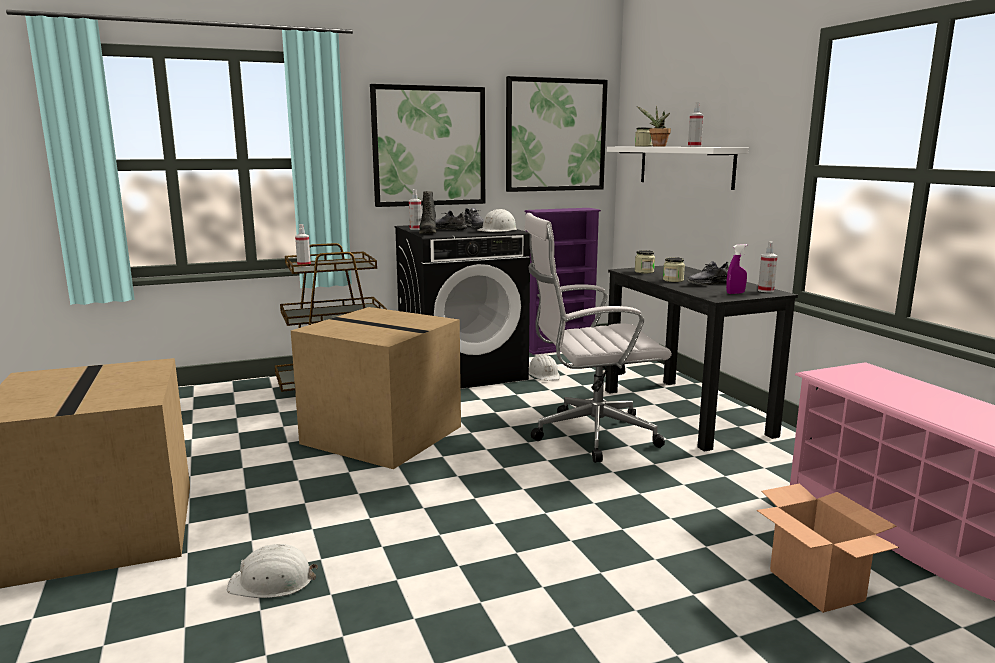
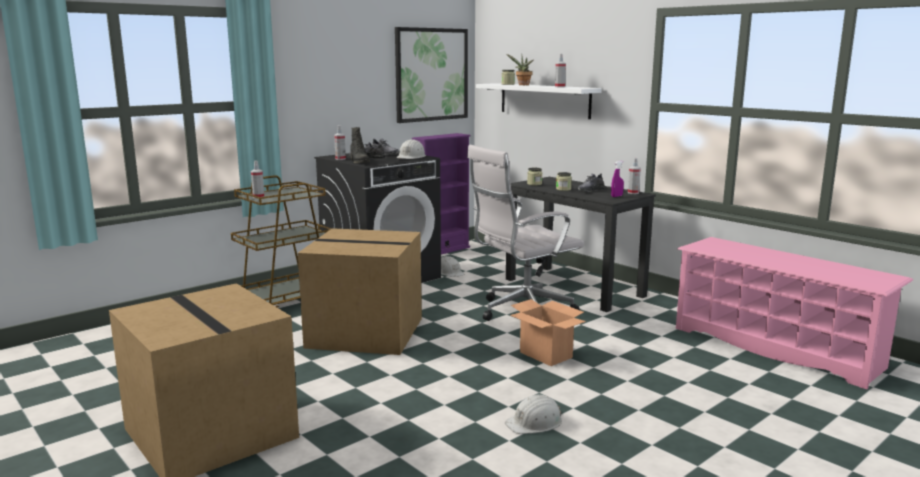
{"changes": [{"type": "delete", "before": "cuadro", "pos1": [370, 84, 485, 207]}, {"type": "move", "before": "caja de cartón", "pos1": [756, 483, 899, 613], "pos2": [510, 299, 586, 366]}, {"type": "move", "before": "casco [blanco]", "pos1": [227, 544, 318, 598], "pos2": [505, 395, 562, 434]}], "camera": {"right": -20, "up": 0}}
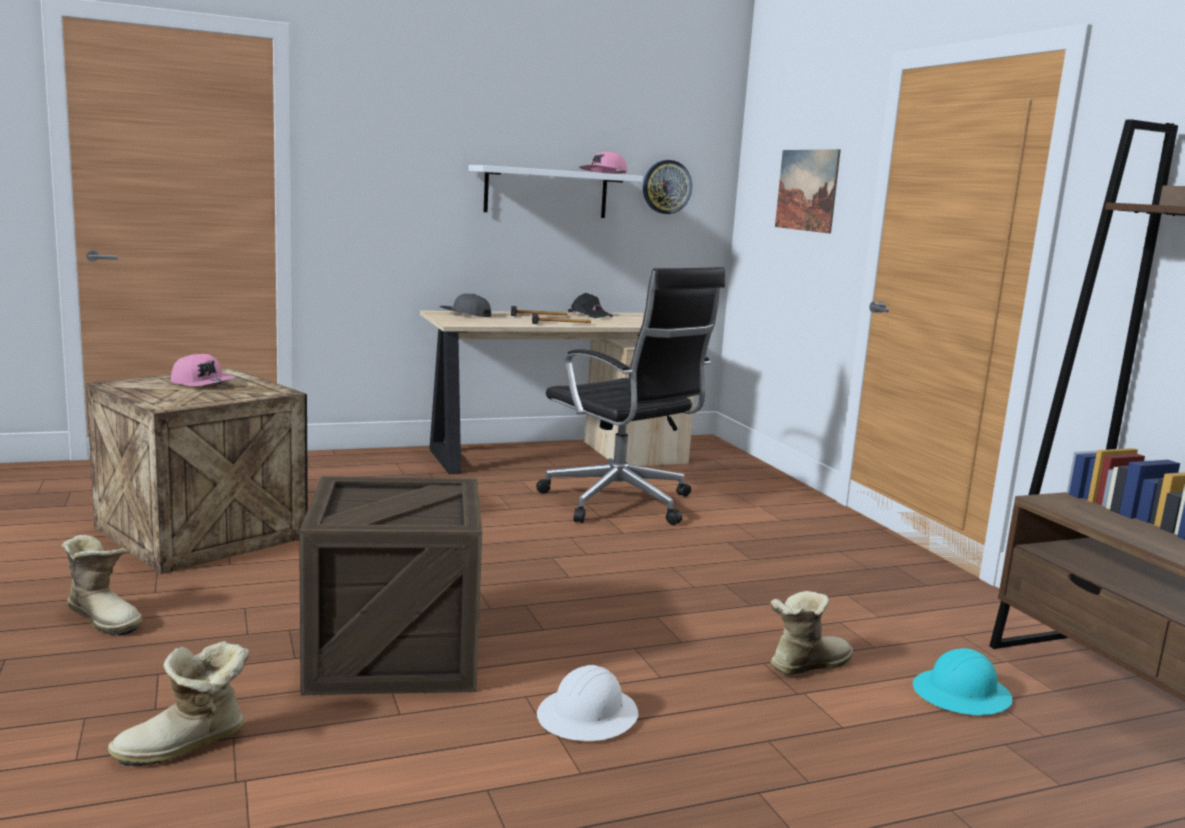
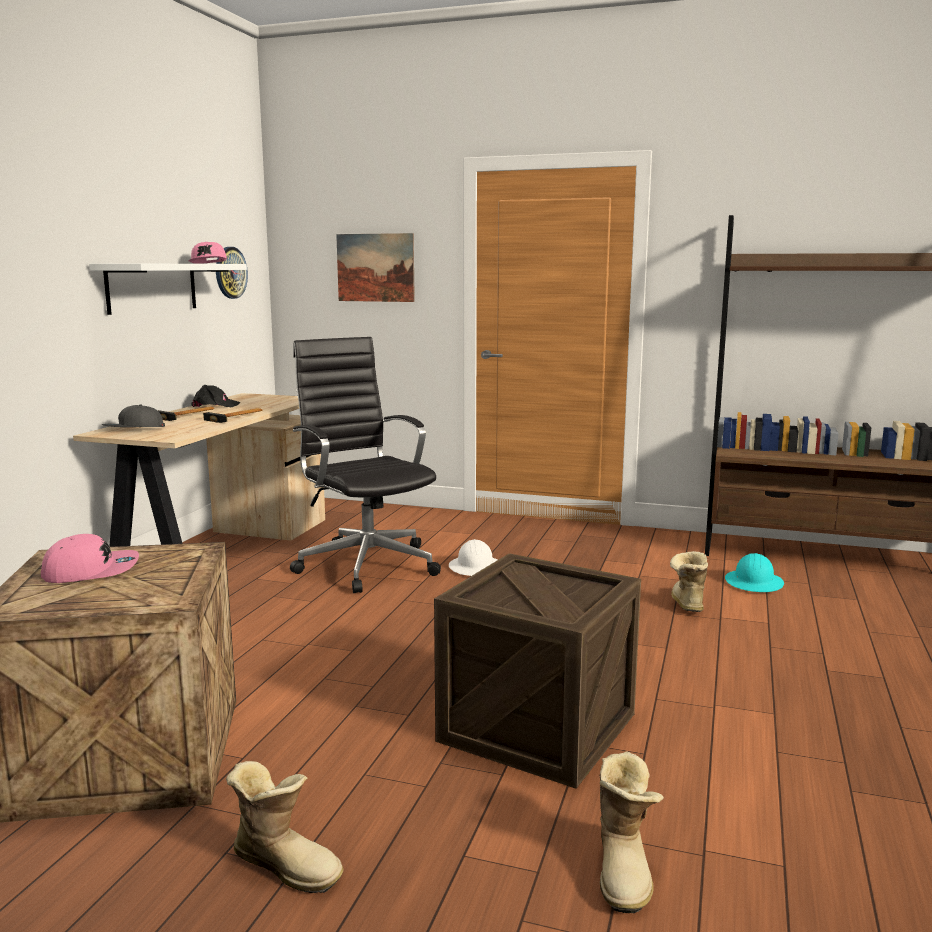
{"changes": [{"type": "rotate", "before": "silla de oficina [negro]", "pos1": [536, 267, 725, 525], "pos2": [290, 337, 441, 593], "turn": -120}, {"type": "rotate", "before": "bota", "pos1": [61, 535, 143, 636], "pos2": [226, 761, 344, 893], "turn": 45}, {"type": "move", "before": "casco [blanco]", "pos1": [537, 665, 638, 741], "pos2": [449, 539, 498, 576]}], "camera": {"right": -50, "up": 0}}
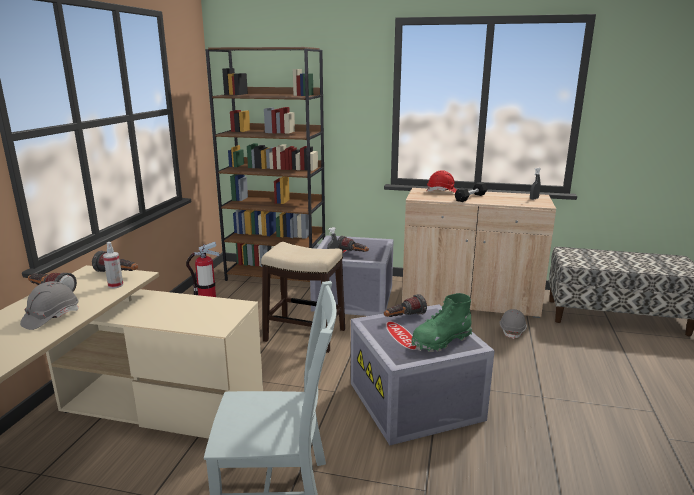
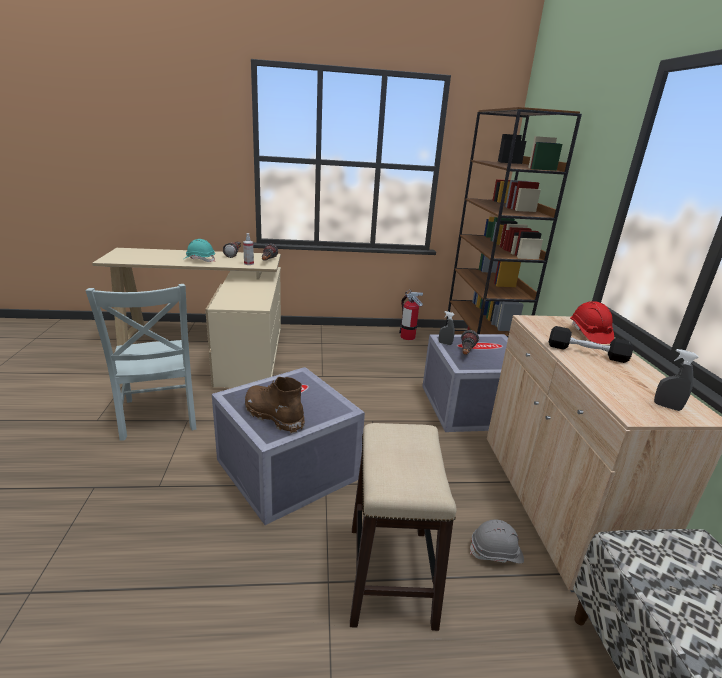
{"changes": [{"type": "move", "before": "taburete", "pos1": [261, 242, 345, 353], "pos2": [350, 423, 457, 631]}, {"type": "recolor", "before": "casco [gris]", "after": "casco [turquesa]", "pos1": [20, 281, 79, 330], "pos2": [184, 239, 215, 262]}, {"type": "recolor", "before": "bota [verde]", "after": "bota [marrón]", "pos1": [411, 293, 472, 352], "pos2": [245, 377, 305, 434]}, {"type": "delete", "before": "linterna", "pos1": [384, 294, 427, 317]}], "camera": {"right": 70, "up": 5}}
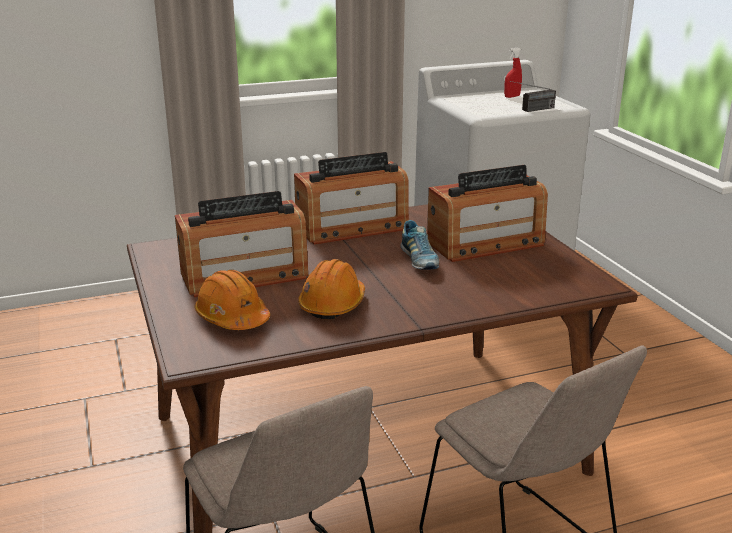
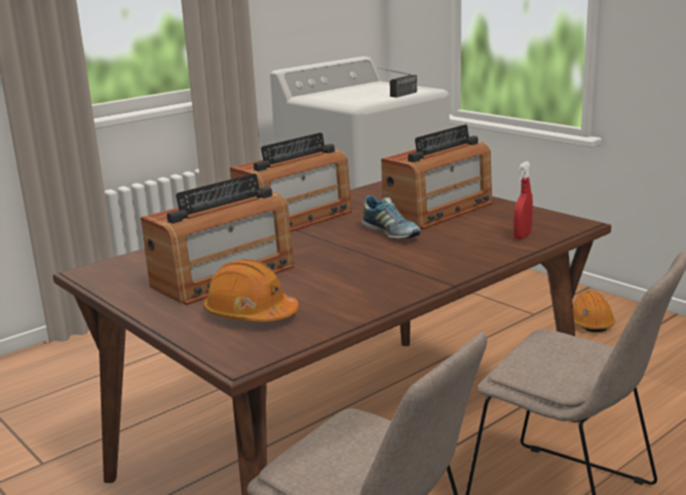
{"changes": [{"type": "move", "before": "pulverizador [rojo]", "pos1": [504, 47, 522, 98], "pos2": [513, 162, 533, 239]}, {"type": "move", "before": "casco [naranja]", "pos1": [298, 259, 365, 320], "pos2": [573, 291, 615, 332]}], "camera": {"right": -20, "up": -5}}
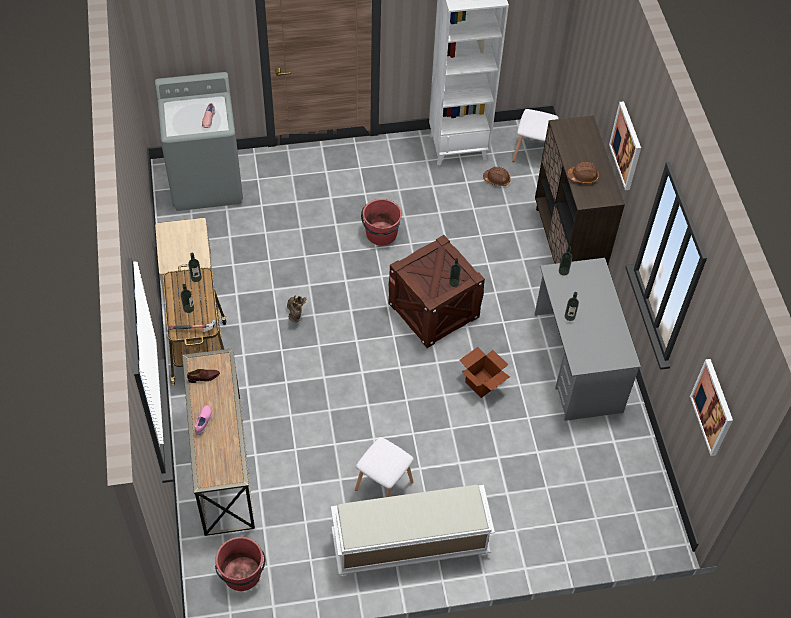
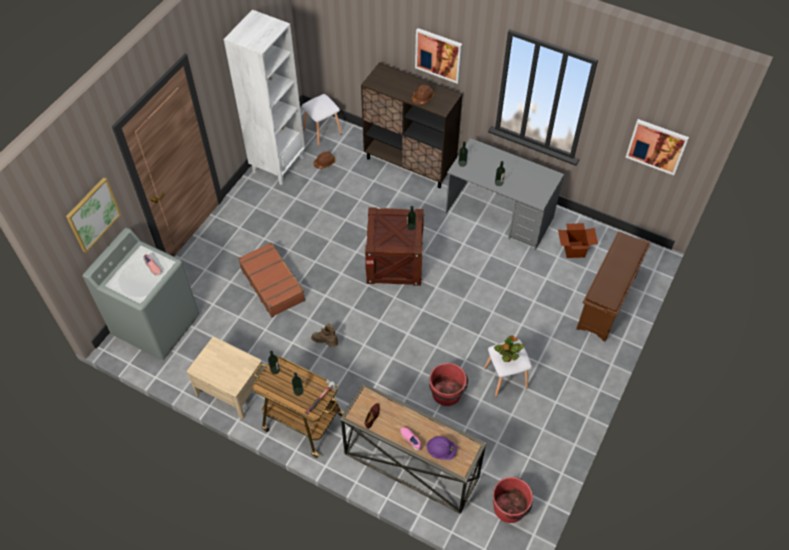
{"changes": [{"type": "move", "before": "cubo [rojo]", "pos1": [361, 199, 402, 246], "pos2": [429, 363, 468, 406]}, {"type": "move", "before": "caja de cartón", "pos1": [459, 347, 510, 398], "pos2": [558, 223, 598, 258]}, {"type": "delete", "before": "banco [blanco]", "pos1": [331, 485, 495, 577]}, {"type": "insert", "after": "cuadro", "pos2": [66, 177, 121, 253]}, {"type": "insert", "after": "zapatero [marrón]", "pos2": [577, 232, 651, 342]}, {"type": "insert", "after": "maleta [marrón]", "pos2": [238, 242, 305, 317]}, {"type": "insert", "after": "planta en maceta", "pos2": [494, 335, 524, 362]}, {"type": "insert", "after": "casco [morado]", "pos2": [426, 436, 457, 460]}], "camera": {"right": -50, "up": 0}}
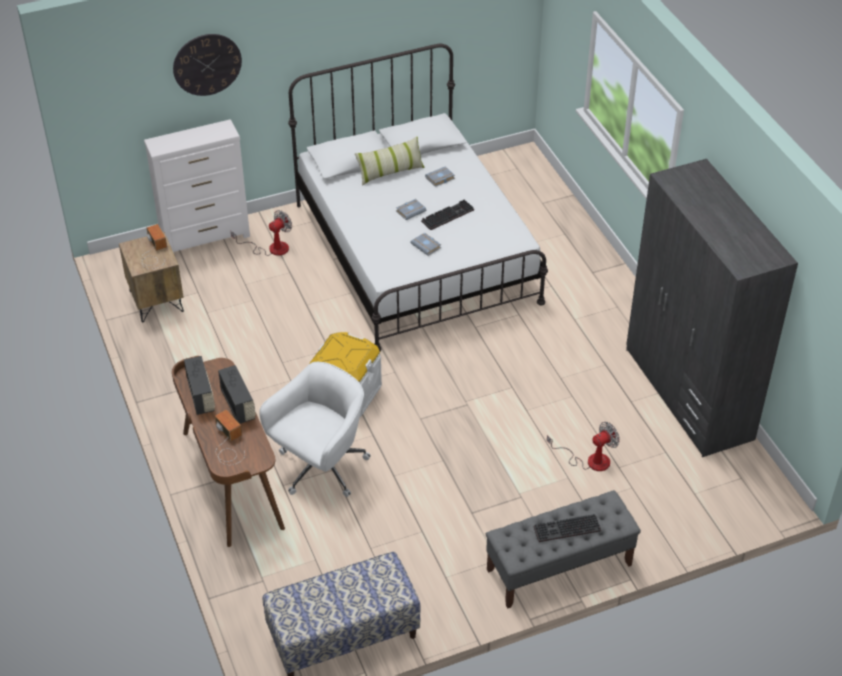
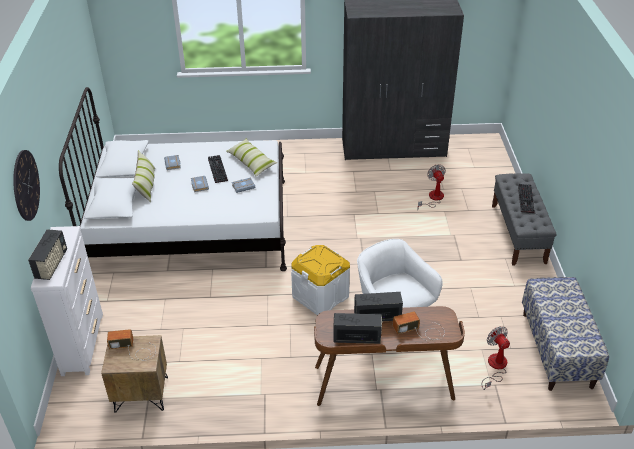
{"changes": [{"type": "move", "before": "ventilador", "pos1": [231, 210, 292, 256], "pos2": [482, 326, 510, 390]}, {"type": "insert", "after": "cojín", "pos2": [226, 138, 278, 176]}, {"type": "insert", "after": "radio", "pos2": [28, 229, 67, 280]}], "camera": {"right": -70, "up": -5}}
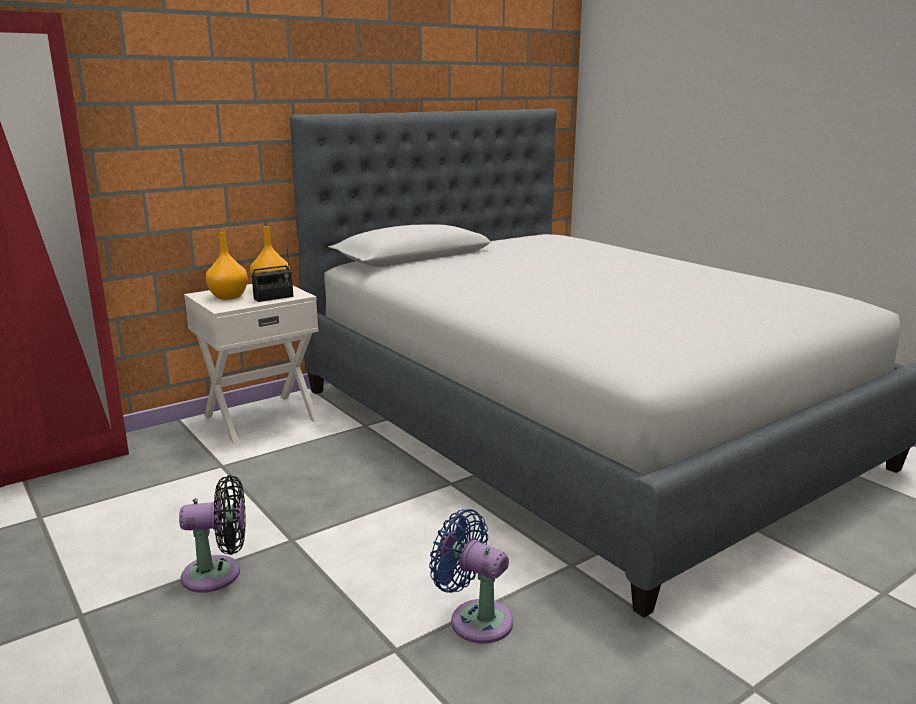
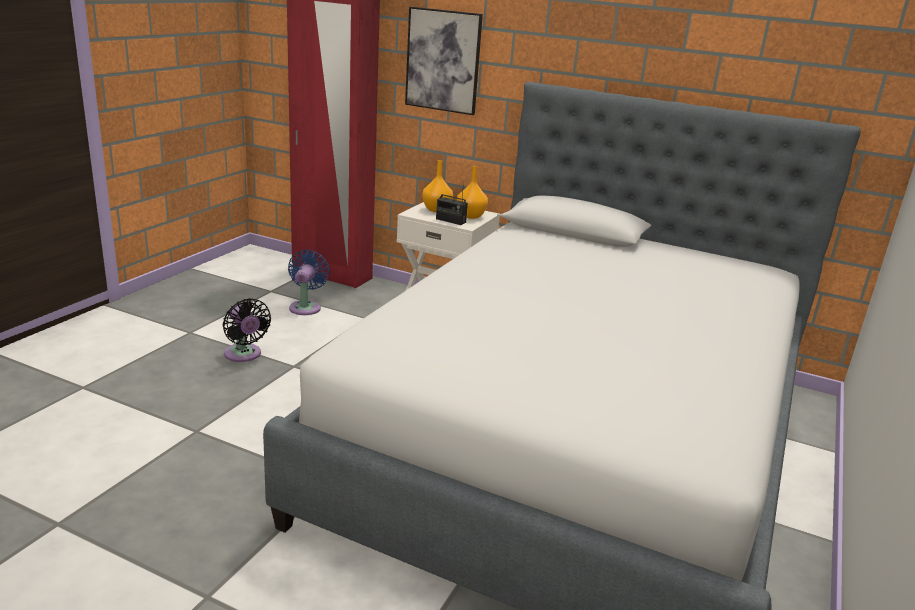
{"changes": [{"type": "move", "before": "ventilador [azul]", "pos1": [429, 509, 513, 643], "pos2": [288, 250, 330, 315]}, {"type": "insert", "after": "cuadro", "pos2": [405, 7, 483, 115]}], "camera": {"right": 60, "up": 5}}
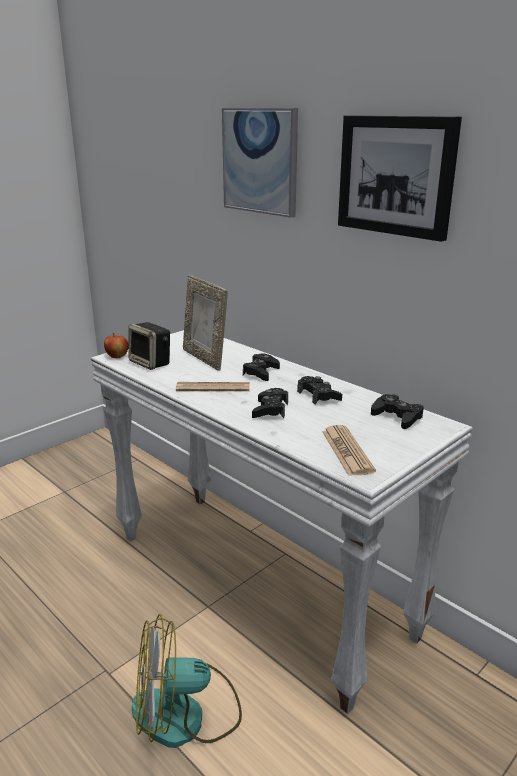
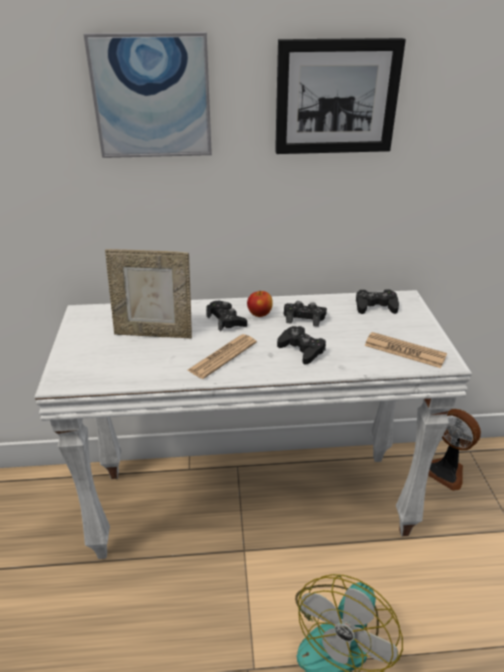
{"changes": [{"type": "delete", "before": "altavoz", "pos1": [128, 322, 170, 370]}, {"type": "move", "before": "manzana", "pos1": [104, 333, 128, 358], "pos2": [247, 291, 273, 317]}, {"type": "insert", "after": "ventilador", "pos2": [428, 409, 481, 491]}], "camera": {"right": -50, "up": 10}}
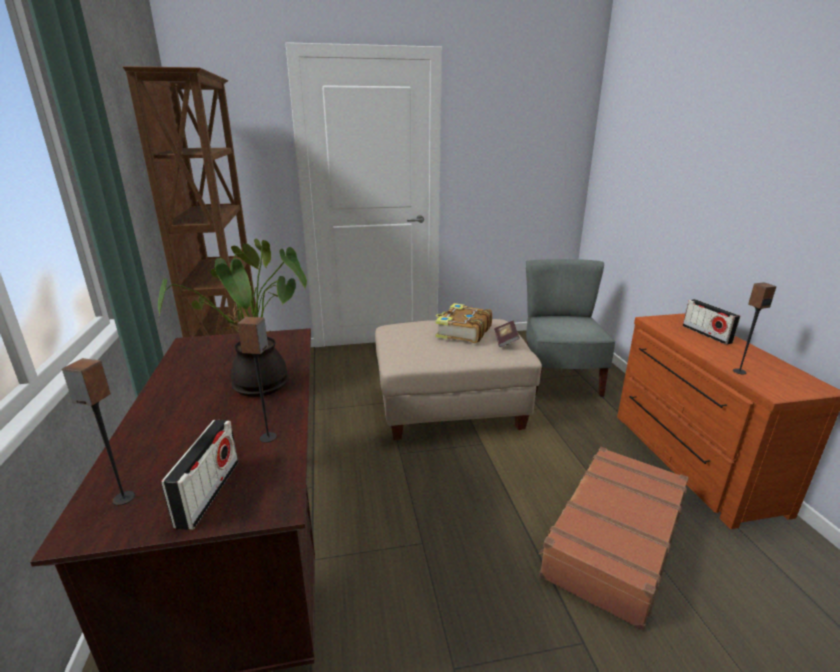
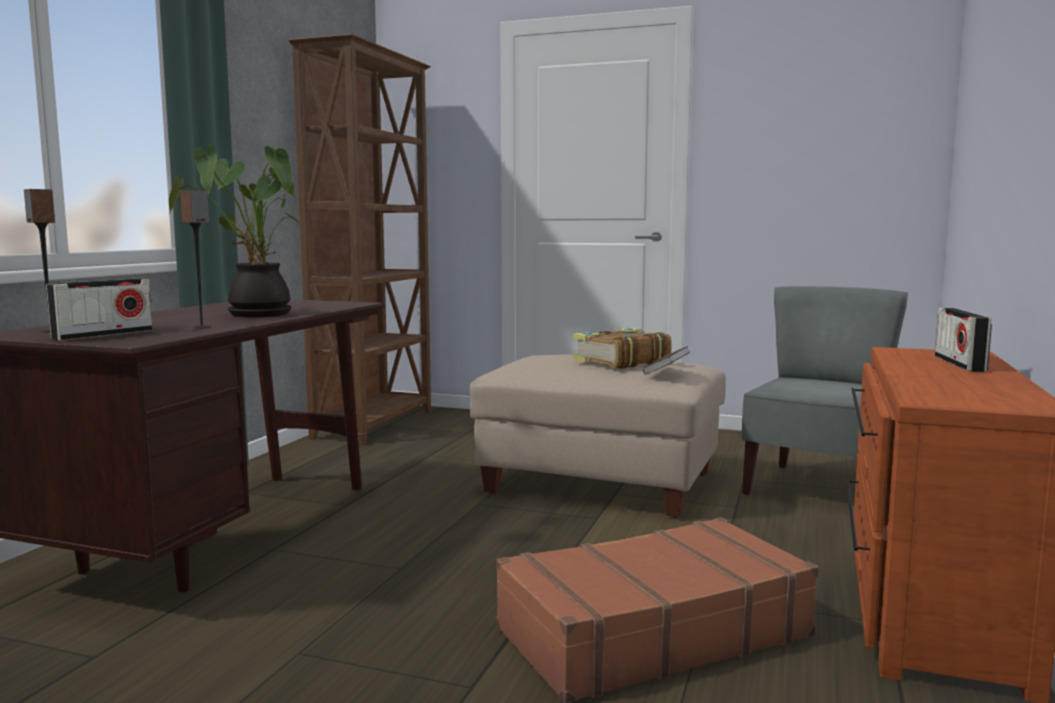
{"changes": [{"type": "delete", "before": "altavoz", "pos1": [733, 282, 776, 374]}], "camera": {"right": 30, "up": -15}}
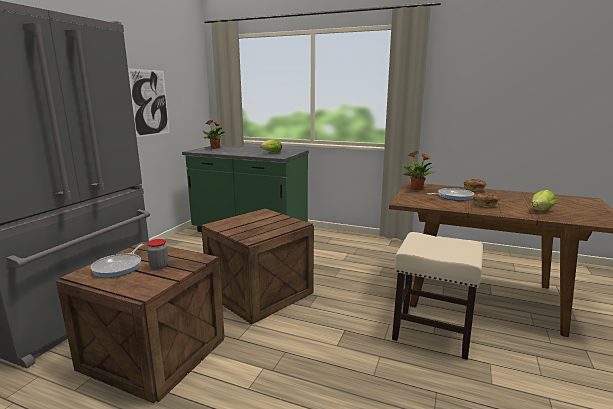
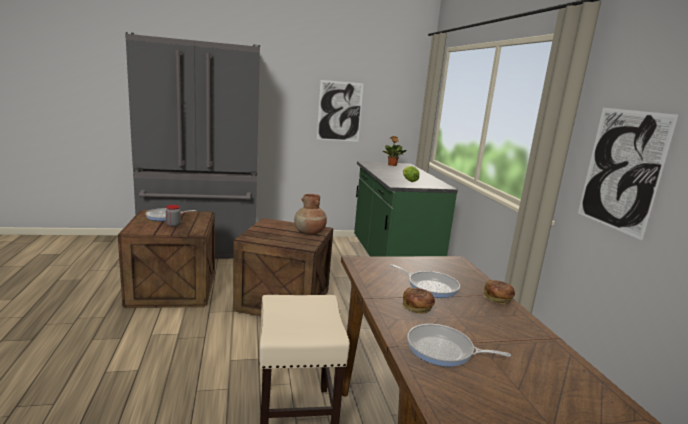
{"changes": [{"type": "delete", "before": "planta en maceta", "pos1": [401, 151, 436, 190]}, {"type": "replace", "before": "lechuga", "after": "sartén", "pos1": [531, 190, 557, 210], "pos2": [407, 324, 511, 367]}, {"type": "insert", "after": "cuadro", "pos2": [578, 108, 679, 240]}, {"type": "insert", "after": "florero [marrón]", "pos2": [294, 194, 327, 235]}], "camera": {"right": 55, "up": 0}}
